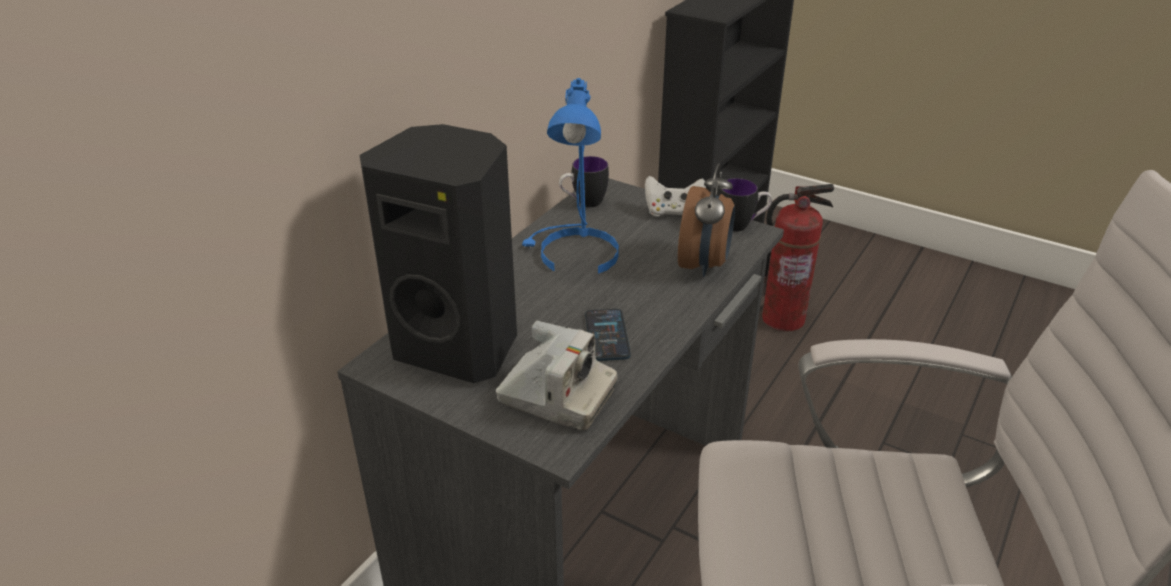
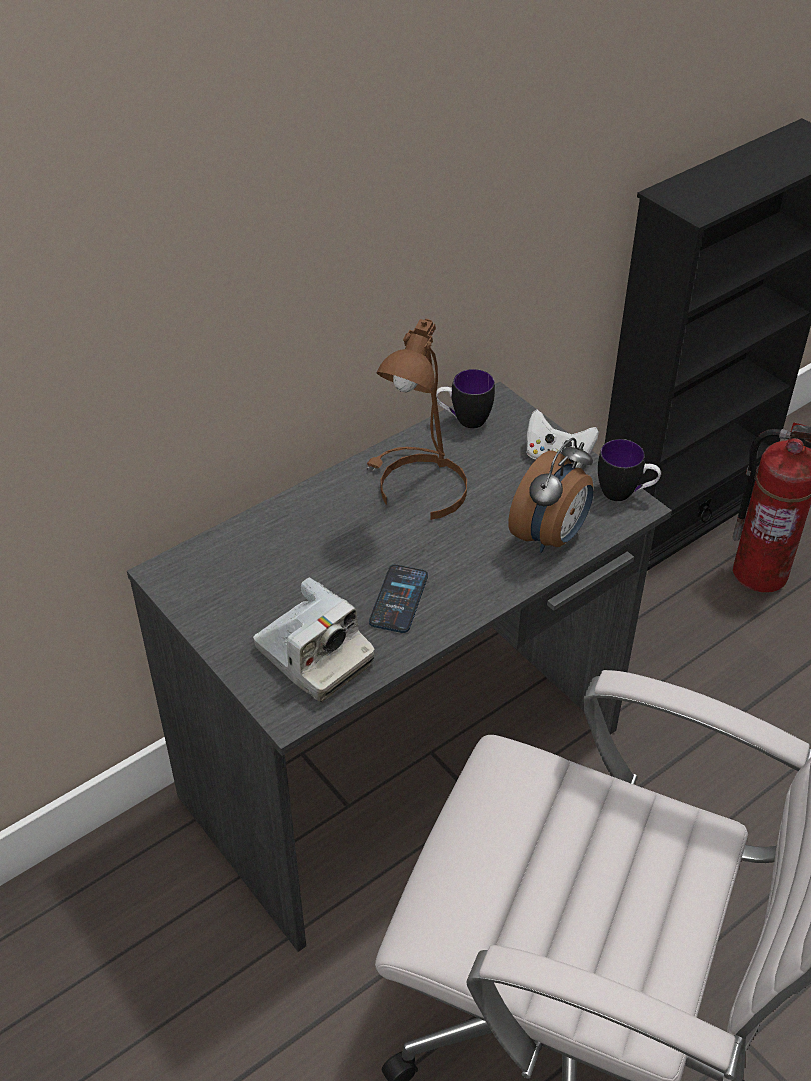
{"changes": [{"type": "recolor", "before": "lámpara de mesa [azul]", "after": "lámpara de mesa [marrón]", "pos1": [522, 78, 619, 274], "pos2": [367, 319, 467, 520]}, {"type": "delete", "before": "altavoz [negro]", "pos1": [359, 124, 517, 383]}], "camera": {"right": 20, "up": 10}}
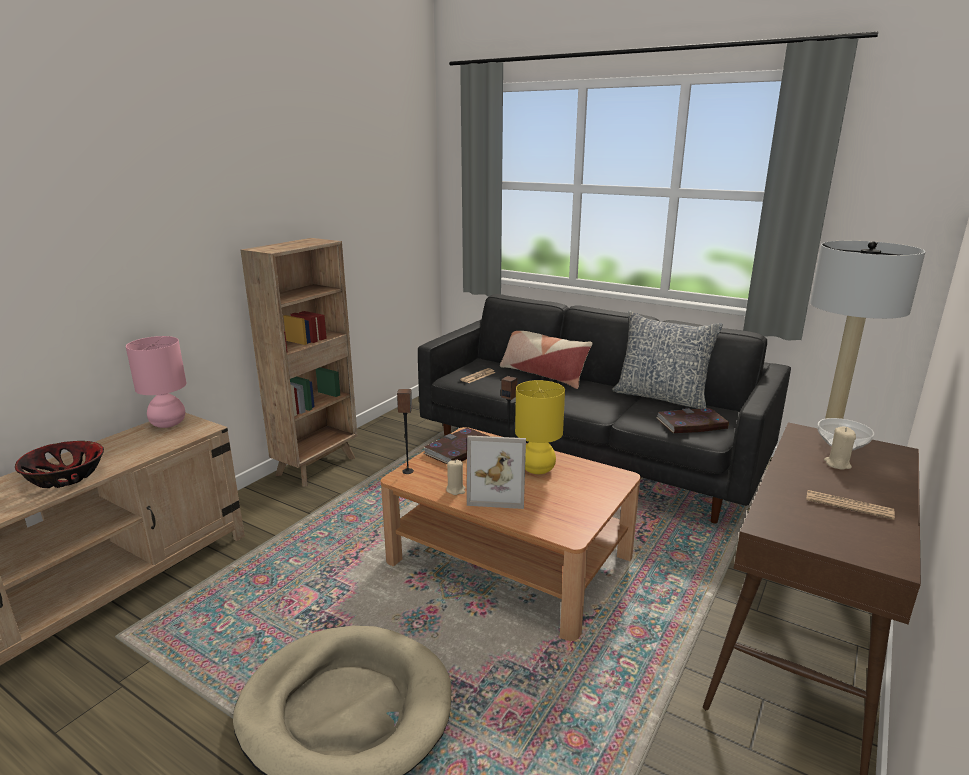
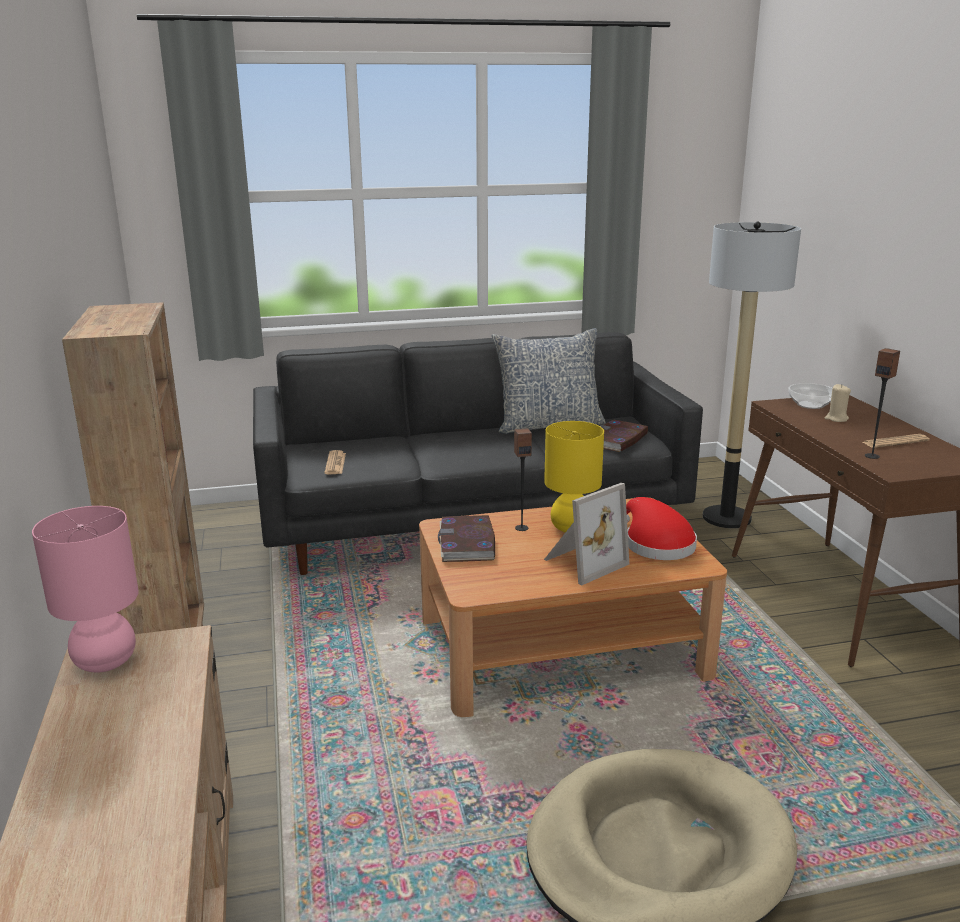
{"changes": [{"type": "delete", "before": "cojín", "pos1": [500, 331, 593, 389]}, {"type": "move", "before": "altavoz", "pos1": [397, 389, 414, 474], "pos2": [865, 348, 900, 459]}, {"type": "delete", "before": "cuenco", "pos1": [15, 441, 104, 488]}, {"type": "delete", "before": "vela [beis]", "pos1": [446, 460, 465, 495]}, {"type": "insert", "after": "sombrero [rojo]", "pos2": [626, 497, 697, 560]}], "camera": {"right": -45, "up": 0}}
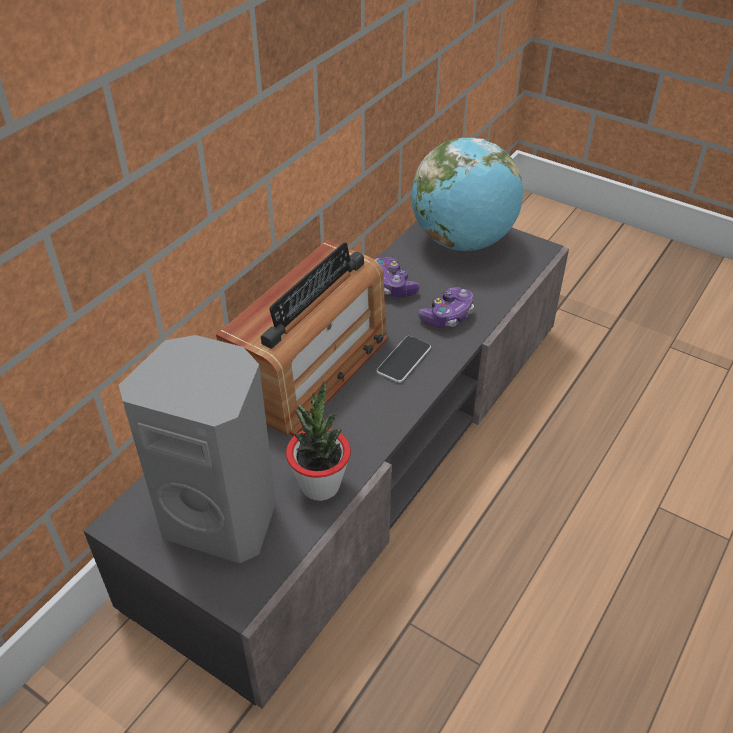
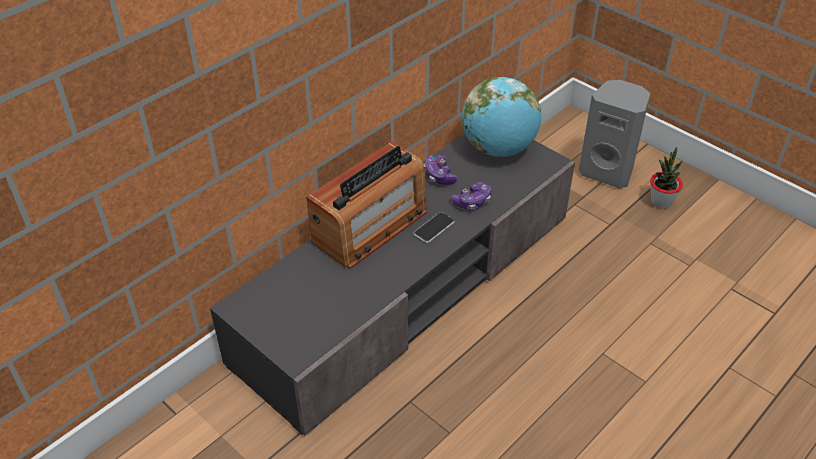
{"changes": [{"type": "move", "before": "altavoz [gris]", "pos1": [119, 335, 276, 563], "pos2": [579, 80, 650, 188]}, {"type": "move", "before": "planta en maceta", "pos1": [286, 381, 351, 501], "pos2": [650, 147, 683, 209]}], "camera": {"right": 10, "up": 0}}
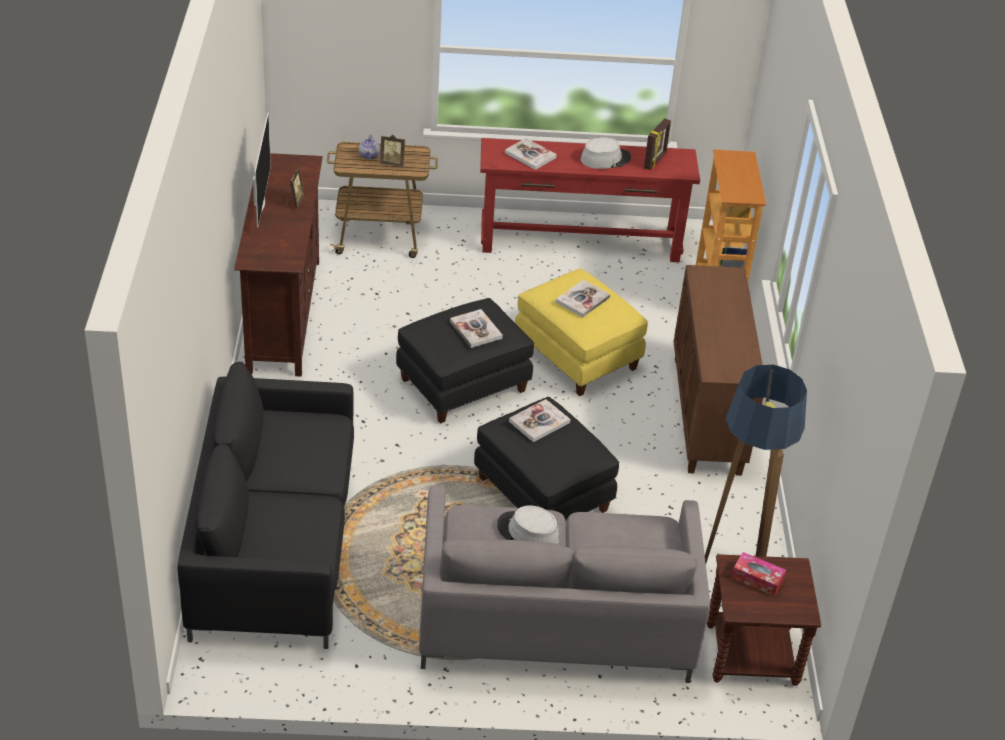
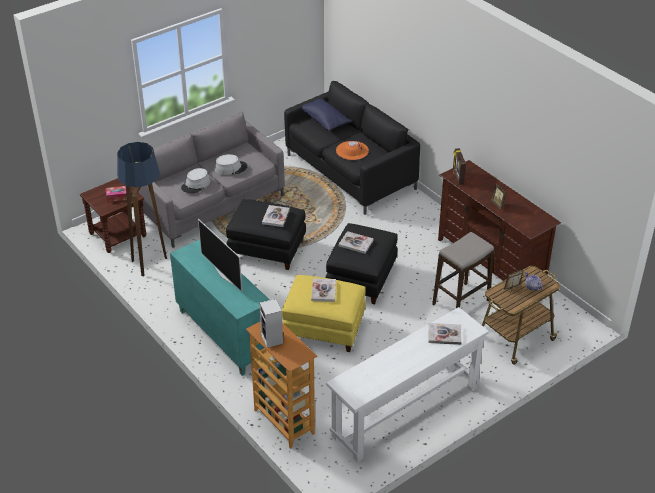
{"changes": [{"type": "move", "before": "televisor", "pos1": [253, 113, 271, 227], "pos2": [198, 219, 242, 292]}, {"type": "move", "before": "portarretratos", "pos1": [644, 118, 671, 170], "pos2": [453, 148, 466, 185]}, {"type": "move", "before": "sombrero [gris]", "pos1": [581, 137, 631, 169], "pos2": [181, 168, 210, 193]}, {"type": "recolor", "before": "mesa consola [rojo]", "after": "mesa consola [blanco]", "pos1": [480, 138, 700, 262], "pos2": [326, 307, 489, 463]}, {"type": "recolor", "before": "armario [marrón]", "after": "armario [turquesa]", "pos1": [674, 265, 763, 476], "pos2": [170, 239, 270, 376]}, {"type": "insert", "after": "cojín [azul]", "pos2": [302, 99, 351, 131]}, {"type": "insert", "after": "sombrero [naranja]", "pos2": [336, 141, 369, 160]}, {"type": "insert", "after": "taburete", "pos2": [432, 232, 494, 308]}, {"type": "insert", "after": "altavoz", "pos2": [259, 299, 283, 348]}], "camera": {"right": 145, "up": 0}}
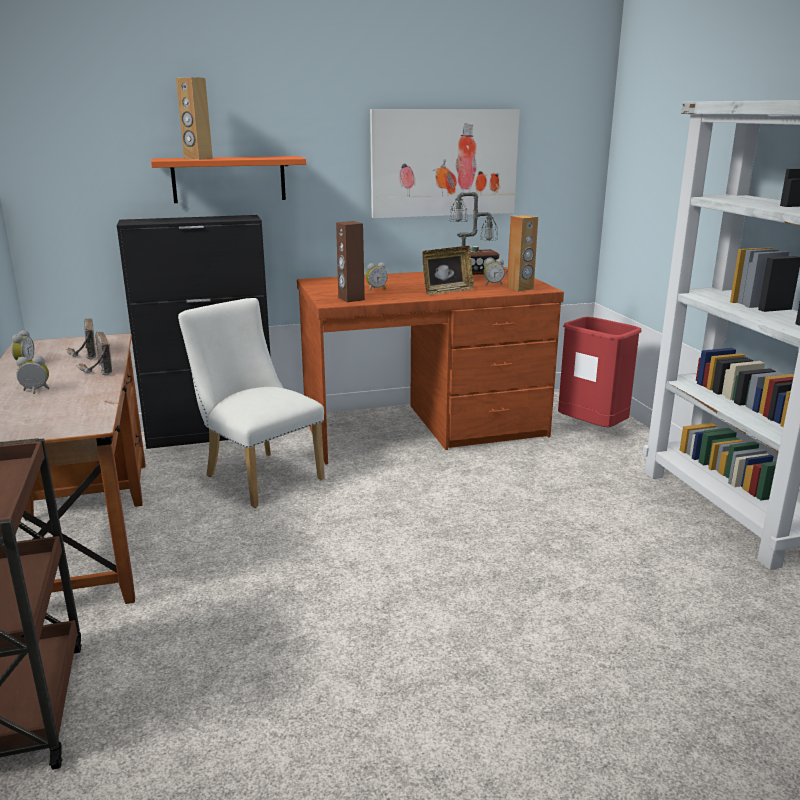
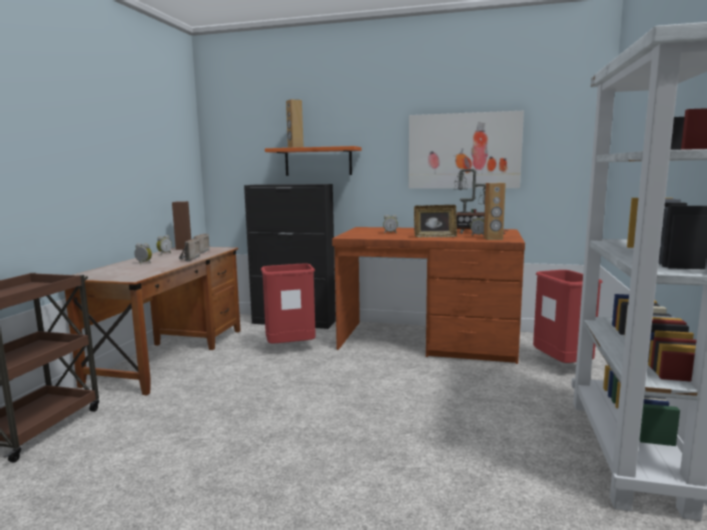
{"changes": [{"type": "move", "before": "altavoz [marrón]", "pos1": [336, 221, 365, 302], "pos2": [172, 201, 191, 250]}, {"type": "replace", "before": "silla [blanco]", "after": "papelera [rojo]", "pos1": [178, 298, 325, 508], "pos2": [261, 264, 316, 343]}], "camera": {"right": 30, "up": -10}}
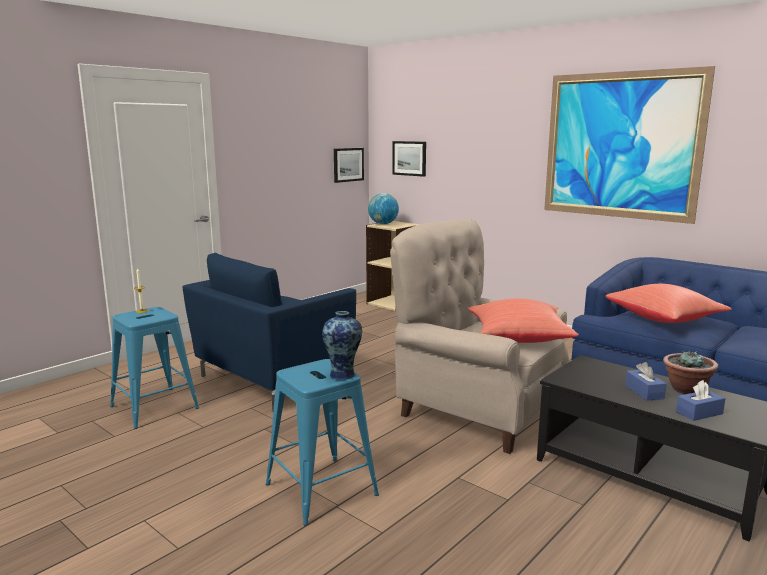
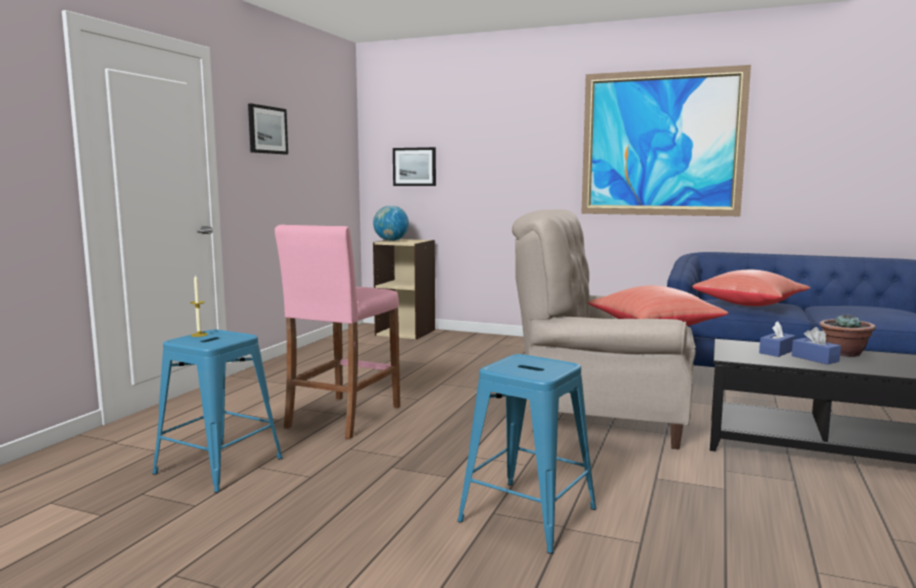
{"changes": [{"type": "move", "before": "cuadro", "pos1": [334, 148, 364, 183], "pos2": [248, 104, 288, 154]}, {"type": "replace", "before": "sillón [azul]", "after": "taburete [rosa]", "pos1": [183, 253, 356, 411], "pos2": [275, 225, 400, 439]}, {"type": "delete", "before": "florero", "pos1": [322, 311, 362, 380]}, {"type": "move", "before": "caja de pañuelos [azul]", "pos1": [676, 380, 726, 421], "pos2": [759, 321, 796, 357]}], "camera": {"right": -20, "up": -5}}
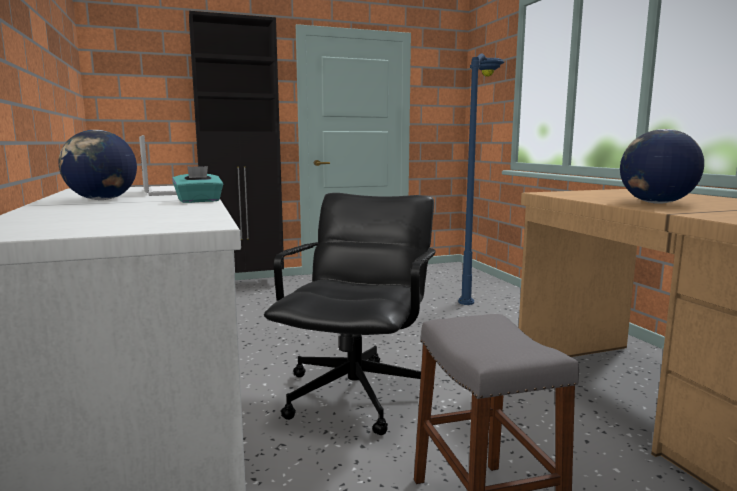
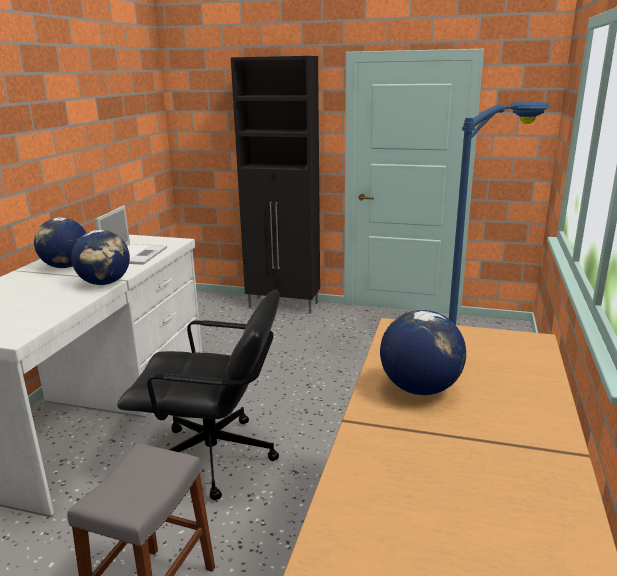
{"changes": [{"type": "replace", "before": "caja de pañuelos [turquesa]", "after": "globo terráqueo", "pos1": [172, 166, 223, 203], "pos2": [71, 230, 130, 285]}, {"type": "rotate", "before": "silla de oficina [negro]", "pos1": [264, 193, 436, 435], "pos2": [117, 290, 280, 500], "turn": 45}], "camera": {"right": 35, "up": 10}}
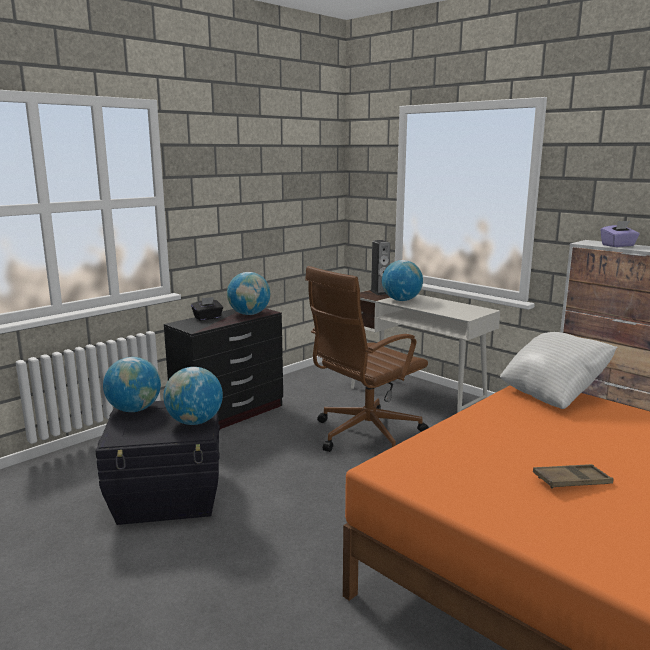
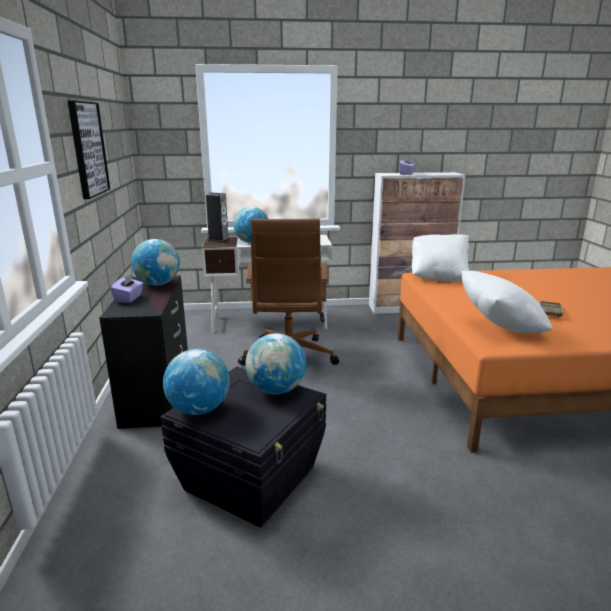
{"changes": [{"type": "recolor", "before": "caja de pañuelos [negro]", "after": "caja de pañuelos [morado]", "pos1": [191, 297, 223, 321], "pos2": [110, 274, 143, 303]}, {"type": "insert", "after": "cuadro", "pos2": [68, 100, 110, 199]}, {"type": "insert", "after": "cojín [blanco]", "pos2": [461, 271, 553, 333]}], "camera": {"right": -50, "up": 5}}
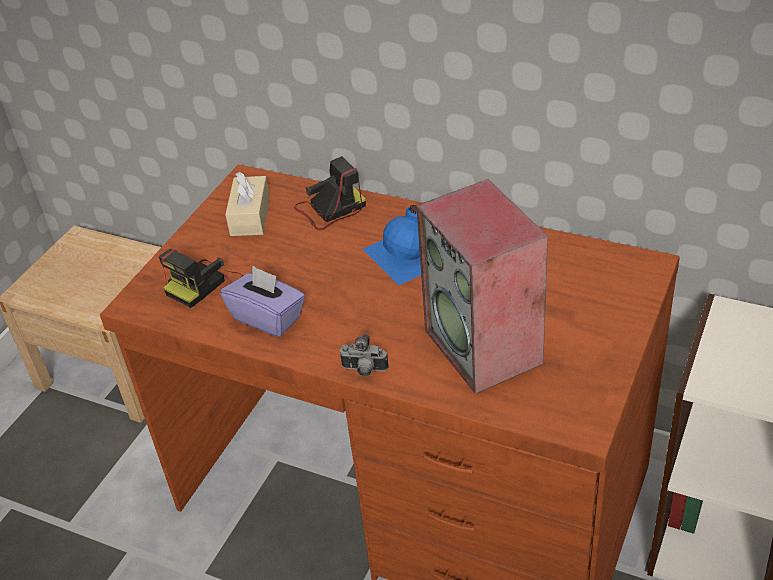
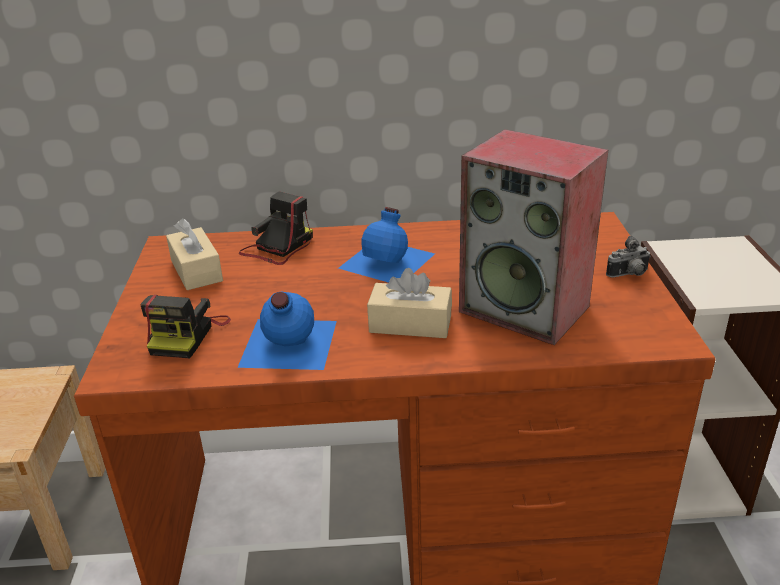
{"changes": [{"type": "replace", "before": "caja de pañuelos [morado]", "after": "botella [azul]", "pos1": [220, 265, 305, 337], "pos2": [237, 292, 337, 370]}, {"type": "move", "before": "cámara", "pos1": [339, 334, 388, 376], "pos2": [606, 236, 651, 278]}, {"type": "insert", "after": "caja de pañuelos [beis]", "pos2": [367, 268, 452, 338]}], "camera": {"right": -30, "up": -10}}
